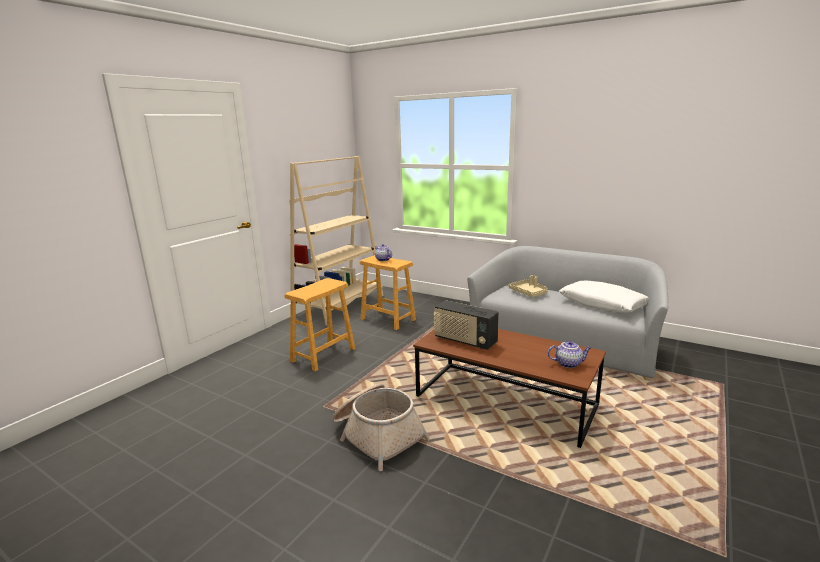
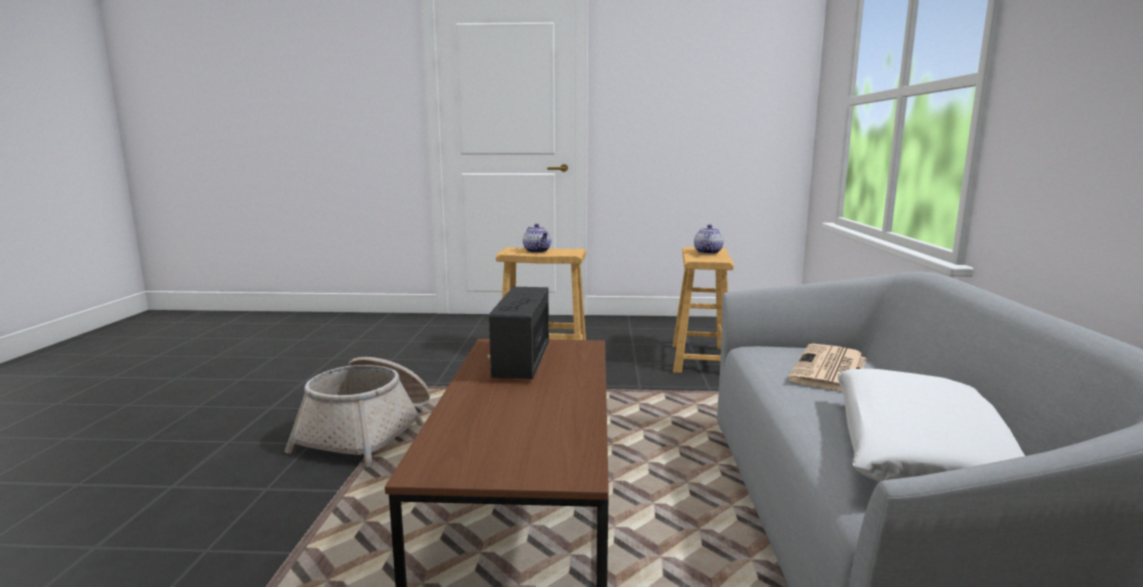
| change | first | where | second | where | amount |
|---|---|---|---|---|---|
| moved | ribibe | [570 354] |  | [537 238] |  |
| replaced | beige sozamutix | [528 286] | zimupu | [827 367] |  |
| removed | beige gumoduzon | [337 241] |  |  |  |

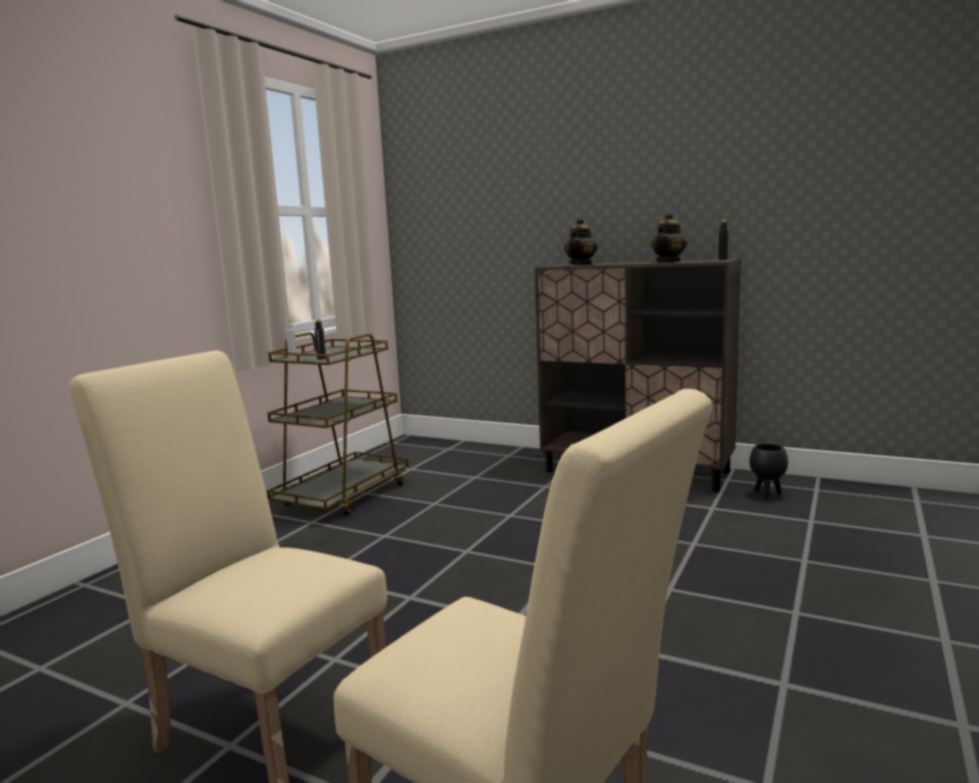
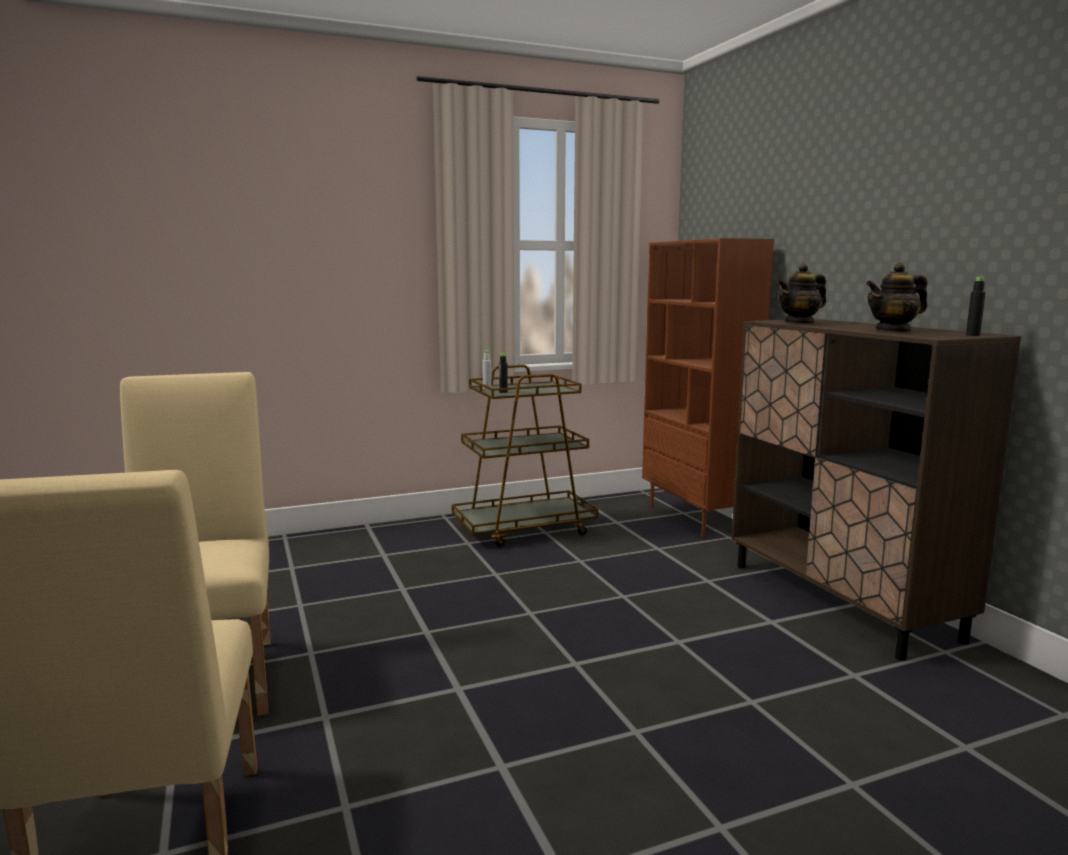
| change | first | where | second | where | amount |
|---|---|---|---|---|---|
| added |  |  | brown gumoduzon | [708 387] |  |
| removed | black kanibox | [768 471] |  |  |  |

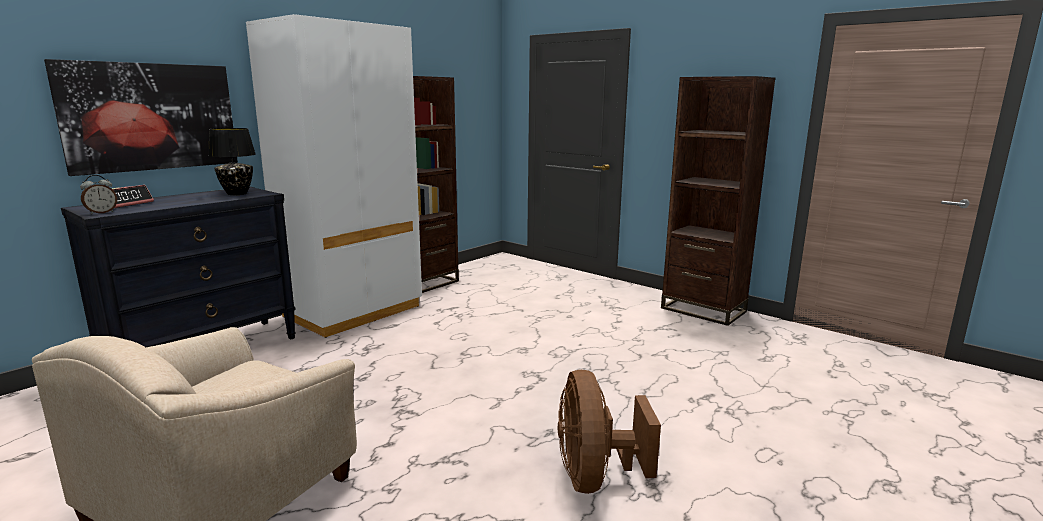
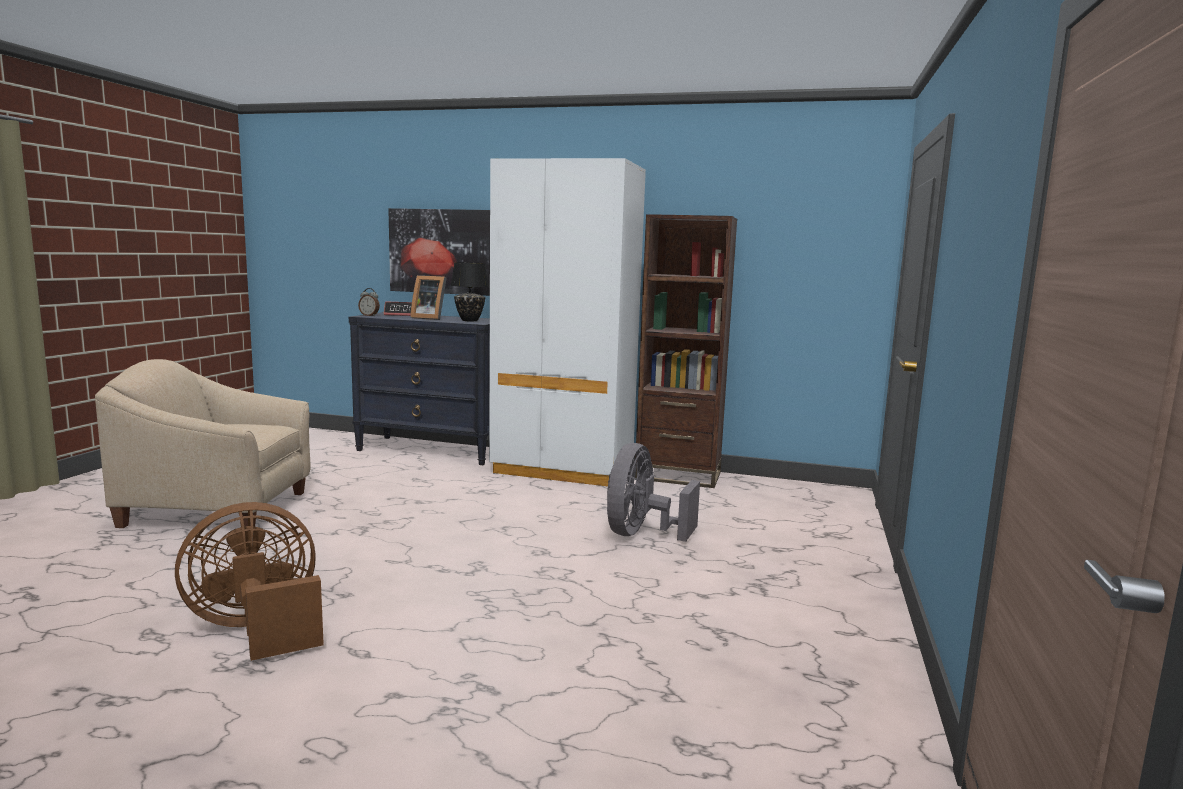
| change | first | where | second | where | amount |
|---|---|---|---|---|---|
| added |  |  | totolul | [428 297] |  |
| added |  |  | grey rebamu | [653 492] |  |
| removed | brown gumoduzon | [718 201] |  |  |  |

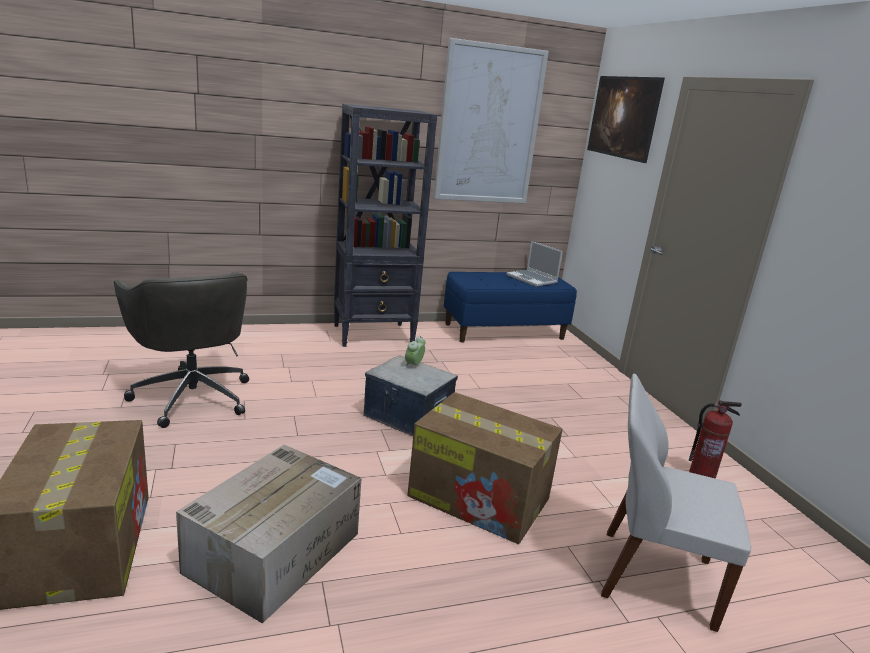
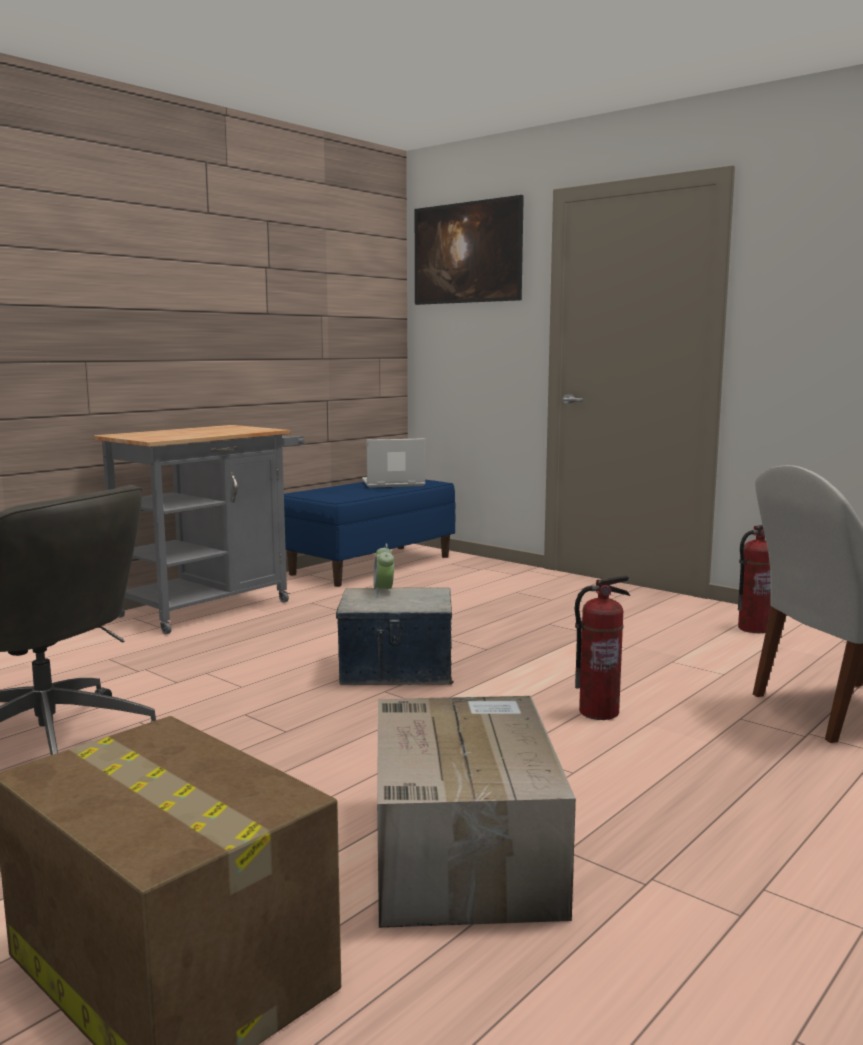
| change | first | where | second | where | amount |
|---|---|---|---|---|---|
| replaced | black gumoduzon | [386 225] | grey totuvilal | [199 529] |  |
| turned | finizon | [534 264] |  | [394 463] | 150 degrees clockwise |
| replaced | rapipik | [485 468] | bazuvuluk | [602 647] |  |
| removed | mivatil | [491 120] |  |  |  |

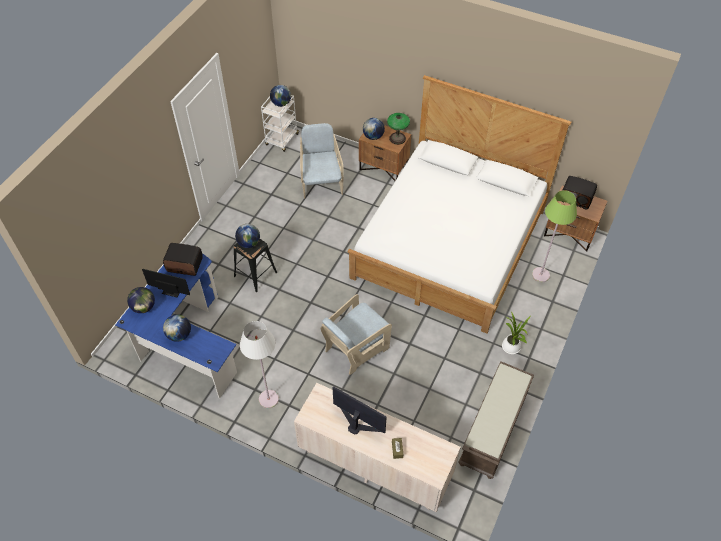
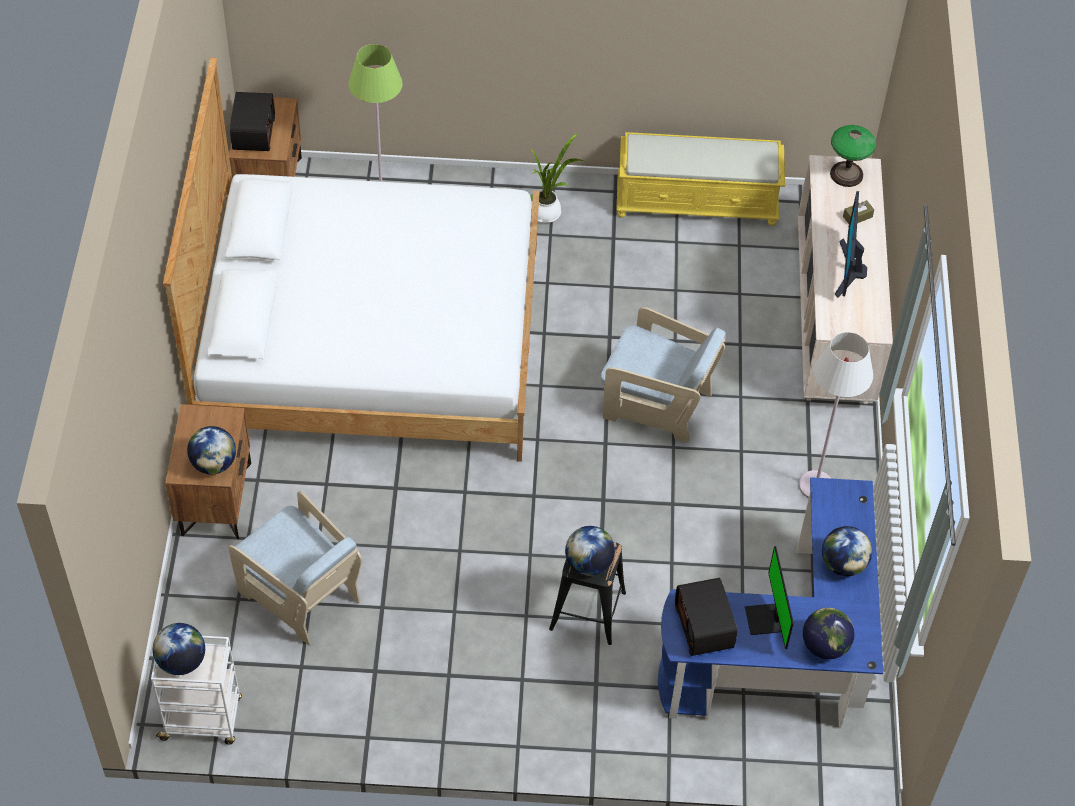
| change | first | where | second | where | amount |
|---|---|---|---|---|---|
| turned | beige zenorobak | [322 161] |  | [295 568] | 105 degrees counterclockwise |
| recoloured | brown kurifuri | [496 420] | yellow kurifuri | [700 179] |  |
| moved | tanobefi | [398 129] |  | [853 156] |  |

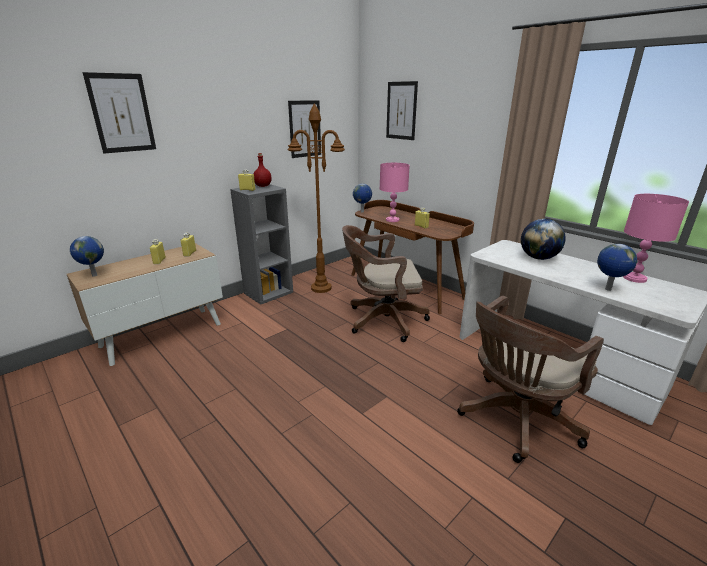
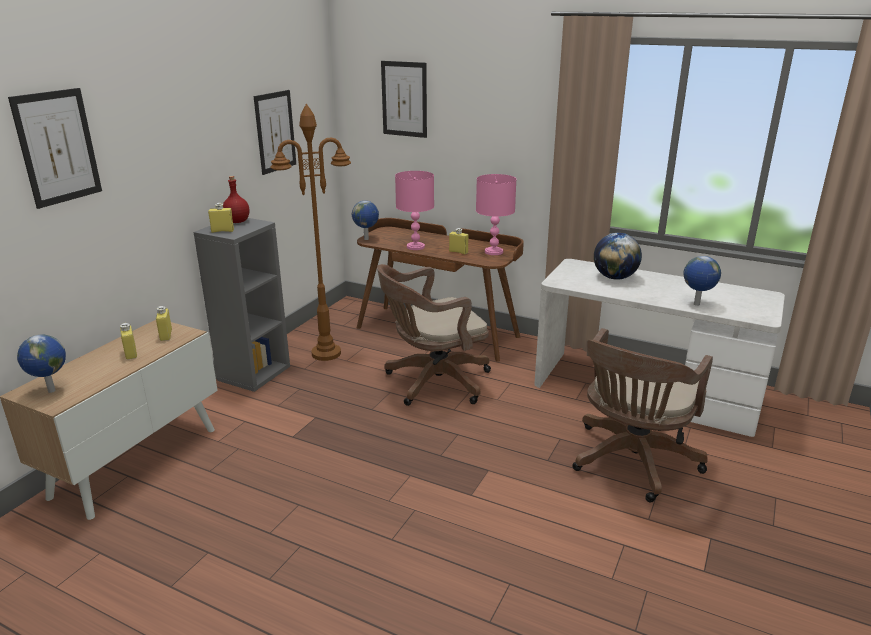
| change | first | where | second | where | amount |
|---|---|---|---|---|---|
| moved | pink tanobefi | [656 238] |  | [496 214] |  |

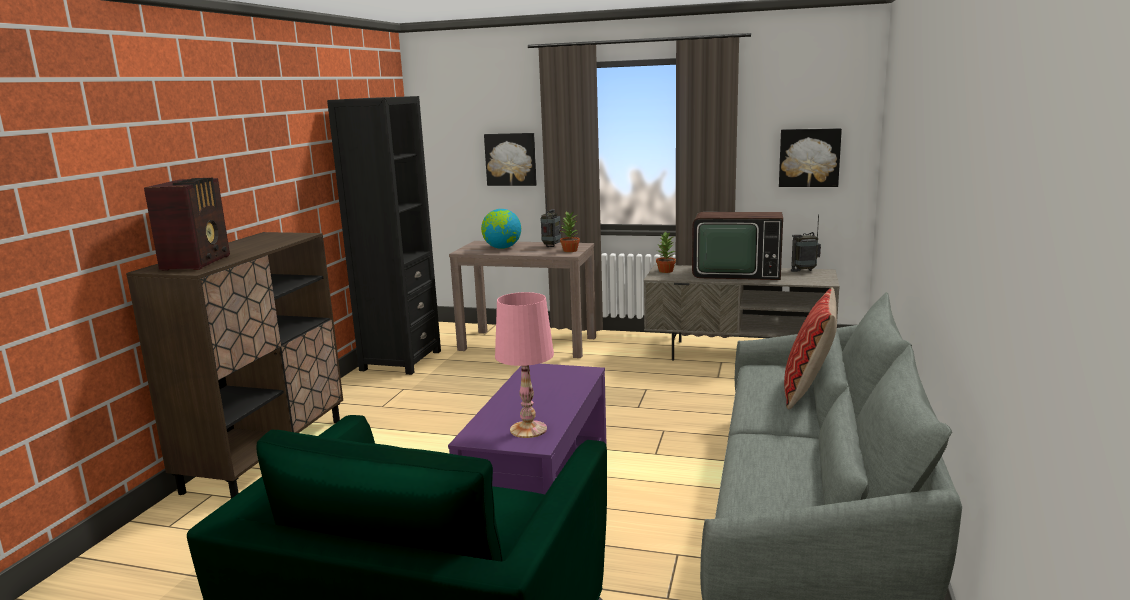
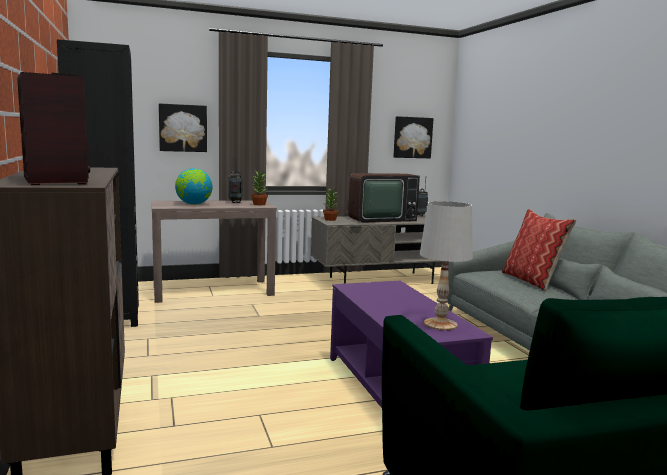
| change | first | where | second | where | amount |
|---|---|---|---|---|---|
| recoloured | pink tanobefi | [524 365] | white tanobefi | [446 265] |  |

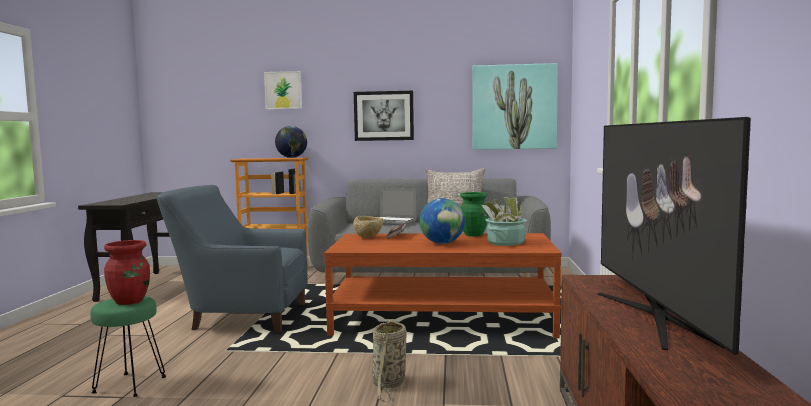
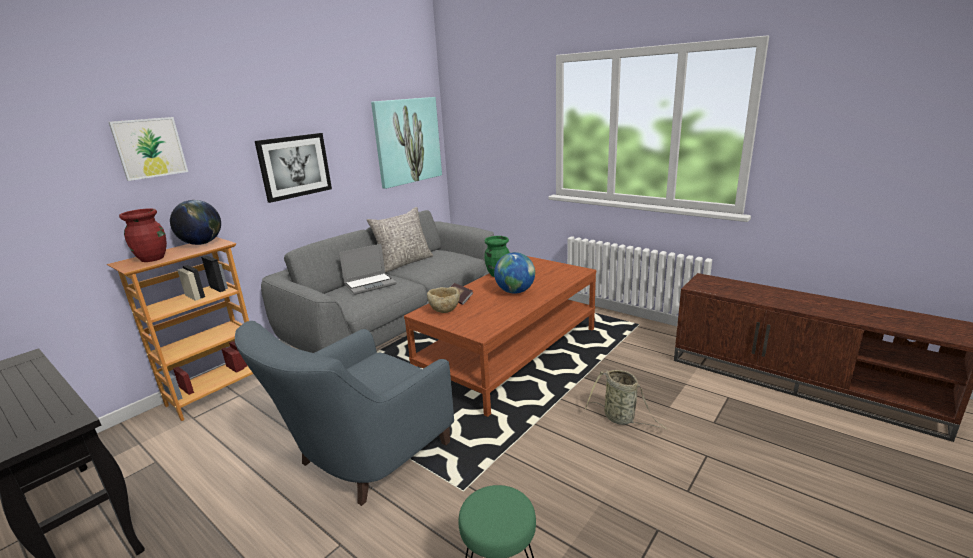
| change | first | where | second | where | amount |
|---|---|---|---|---|---|
| moved | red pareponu | [127 272] |  | [143 235] |  |
| removed | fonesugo | [504 221] |  |  |  |
| removed | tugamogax | [674 236] |  |  |  |

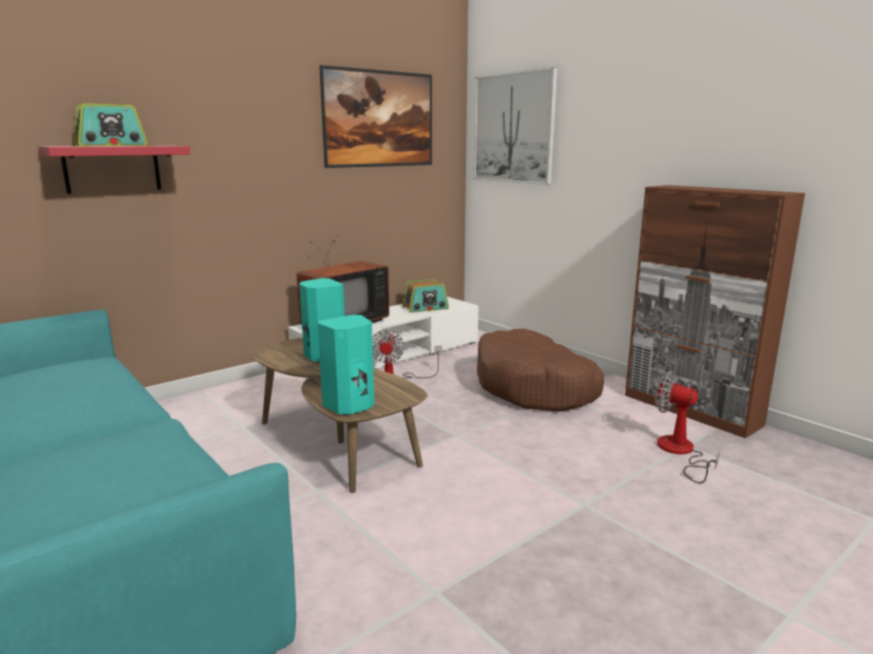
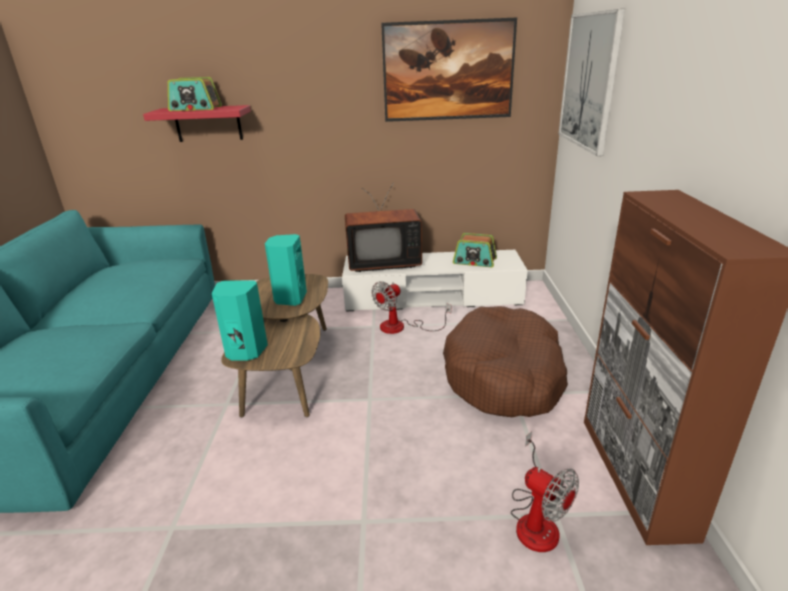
| change | first | where | second | where | amount |
|---|---|---|---|---|---|
| turned | rebamu | [687 427] |  | [545 491] | 150 degrees clockwise |

